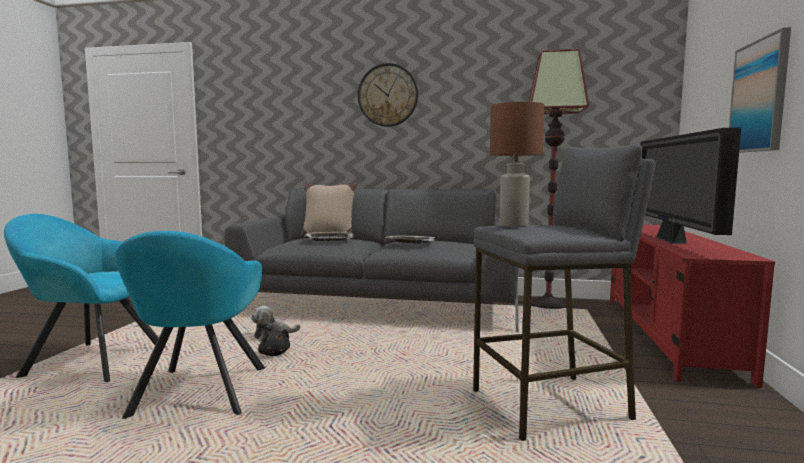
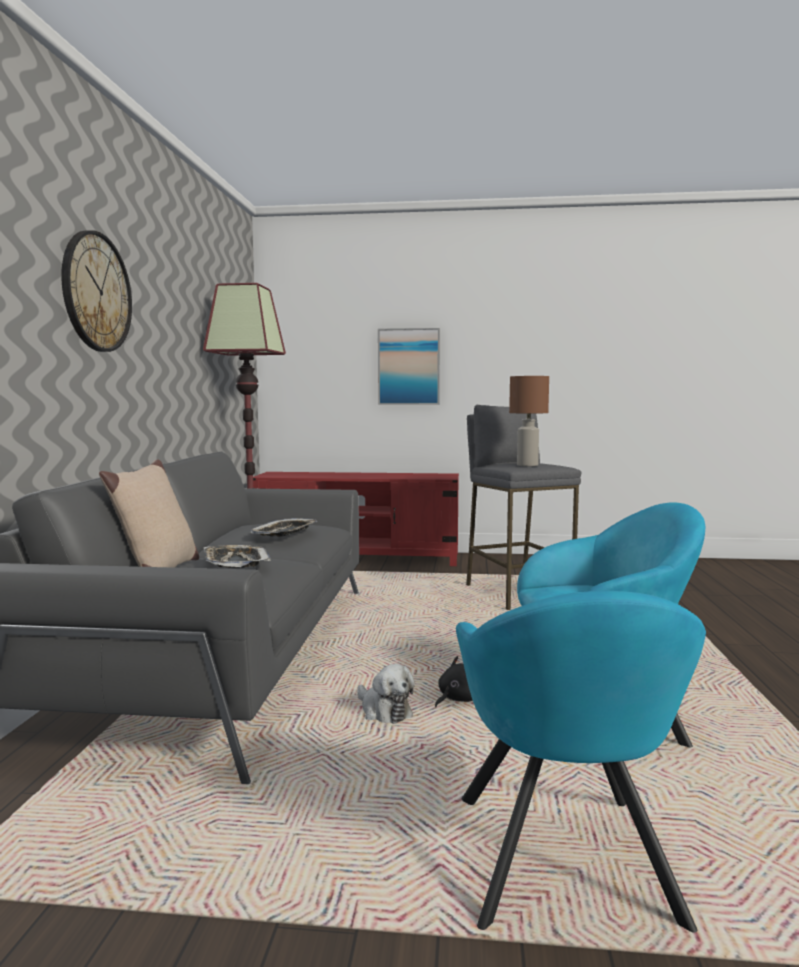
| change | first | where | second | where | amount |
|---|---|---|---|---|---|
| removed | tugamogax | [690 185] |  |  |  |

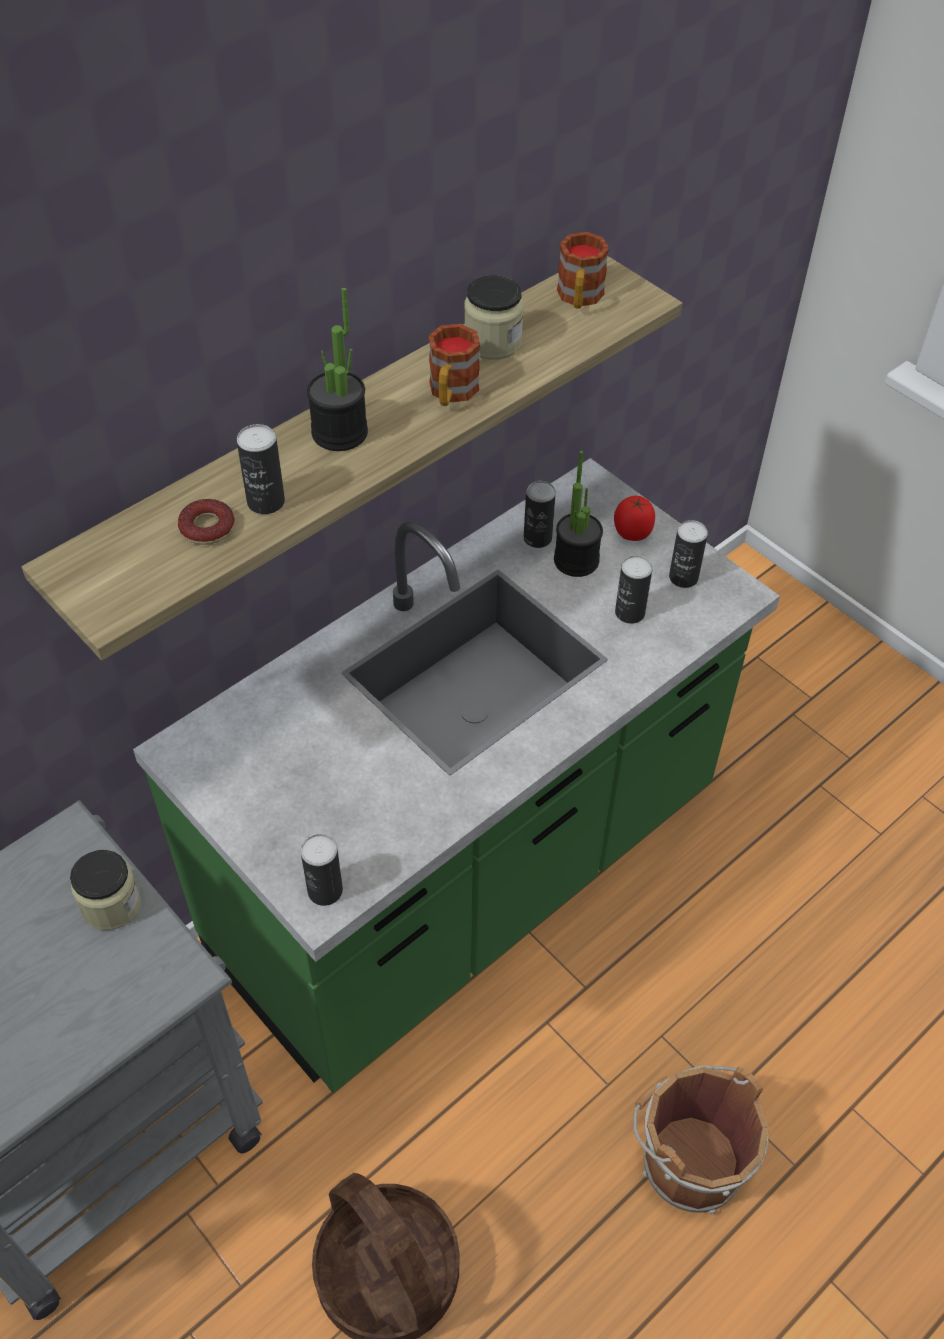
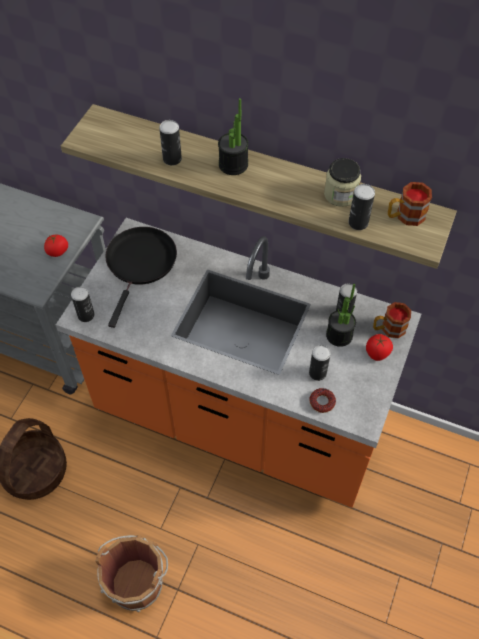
| change | first | where | second | where | amount |
|---|---|---|---|---|---|
| replaced | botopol | [105 890] | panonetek | [56 246] |  |
| recoloured | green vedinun | [456 775] | orange vedinun | [238 363] |  |
| added |  |  | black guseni | [141 277] |  |
| moved | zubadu | [206 522] |  | [322 400] |  |
| moved | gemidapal | [688 554] |  | [361 207] |  |
| moved | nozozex | [454 365] |  | [392 320] |  |

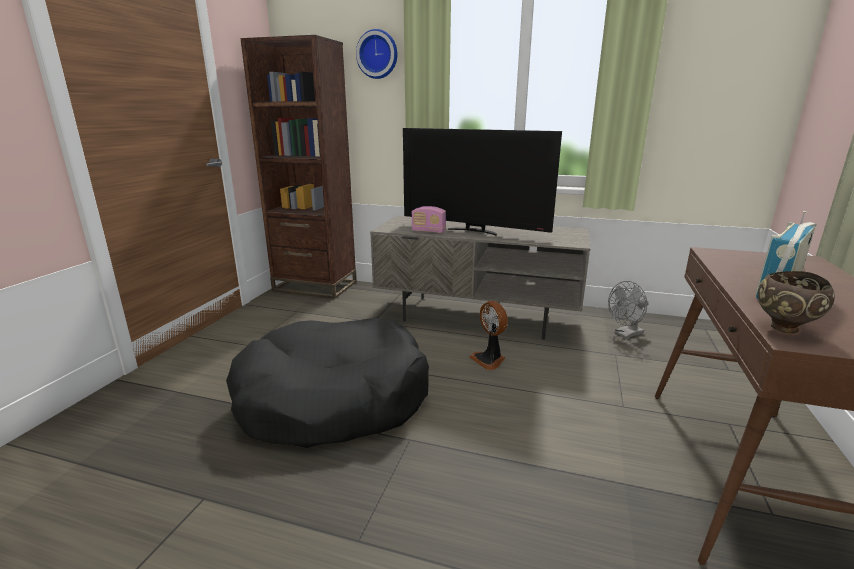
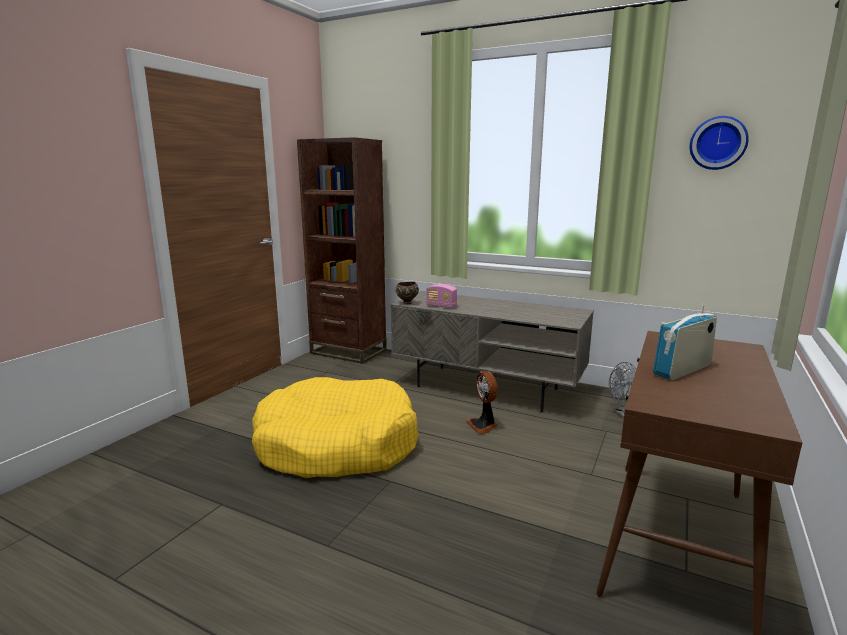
| change | first | where | second | where | amount |
|---|---|---|---|---|---|
| recoloured | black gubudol | [327 382] | yellow gubudol | [335 427] |  |
| moved | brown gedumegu | [796 302] |  | [407 293] |  |
| moved | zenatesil | [377 54] |  | [719 143] |  |
| removed | tugamogax | [482 181] |  |  |  |

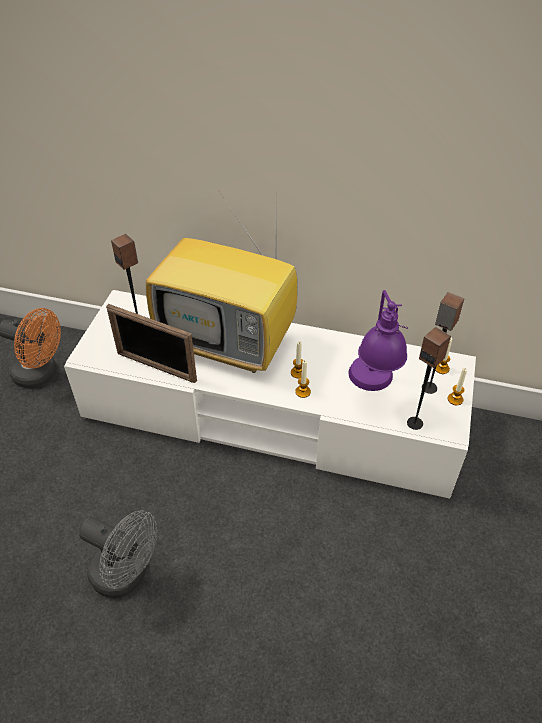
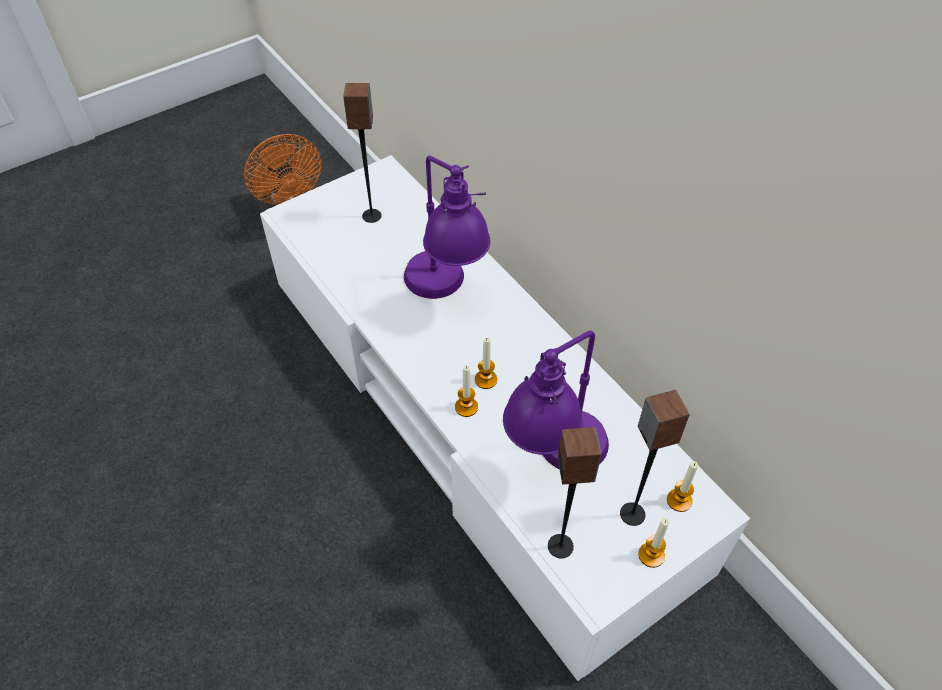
| change | first | where | second | where | amount |
|---|---|---|---|---|---|
| replaced | tugamogax | [221 284] | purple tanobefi | [447 227] |  |
| removed | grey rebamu | [118 554] |  |  |  |
| removed | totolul | [151 343] |  |  |  |

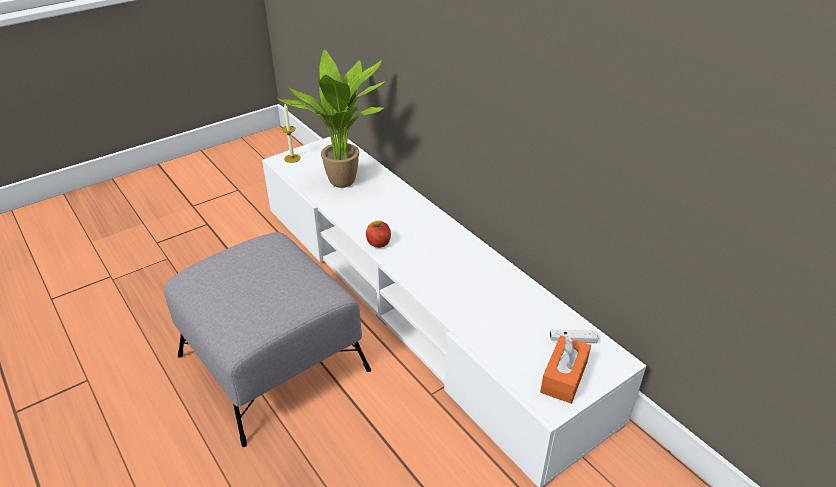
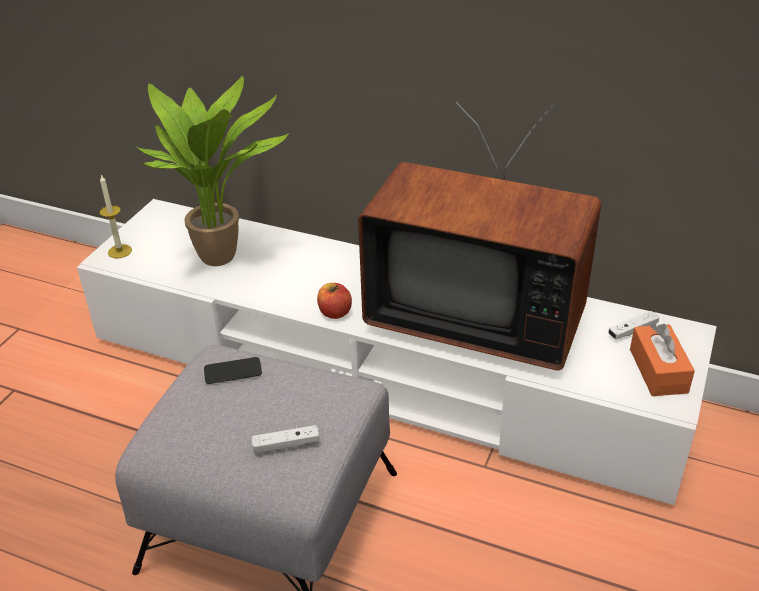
| change | first | where | second | where | amount |
|---|---|---|---|---|---|
| added |  |  | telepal | [233 370] |  |
| added |  |  | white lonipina | [285 439] |  |
| added |  |  | tugamogax | [479 236] |  |

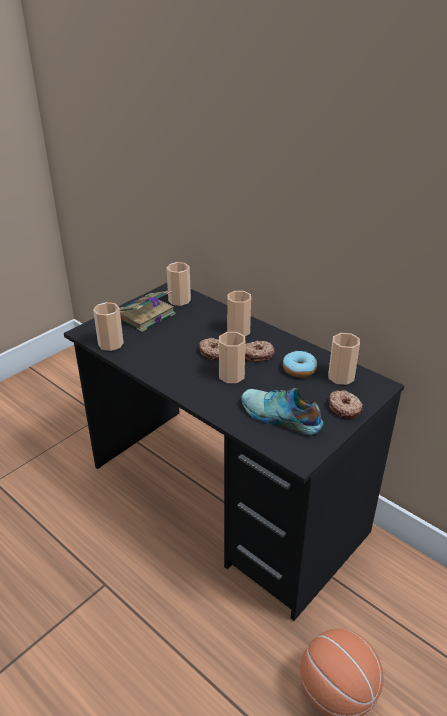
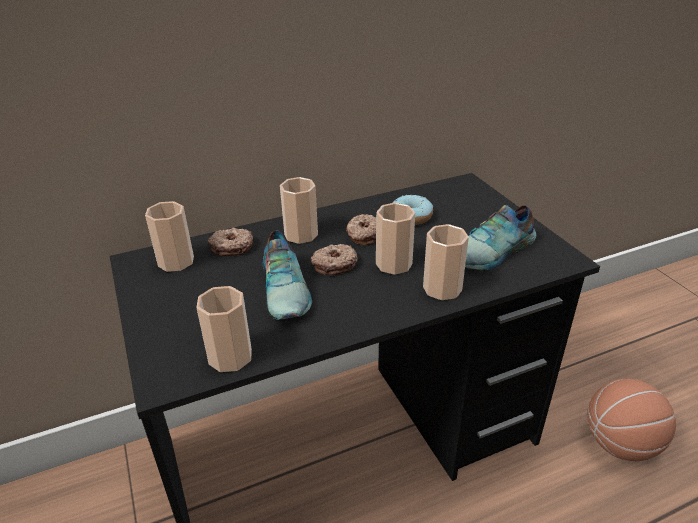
| change | first | where | second | where | amount |
|---|---|---|---|---|---|
| moved | zubadu | [346 404] |  | [230 241] |  |
| added |  |  | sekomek | [287 275] |  |
| moved | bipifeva | [344 359] |  | [446 262] |  |
| removed | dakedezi | [148 311] |  |  |  |

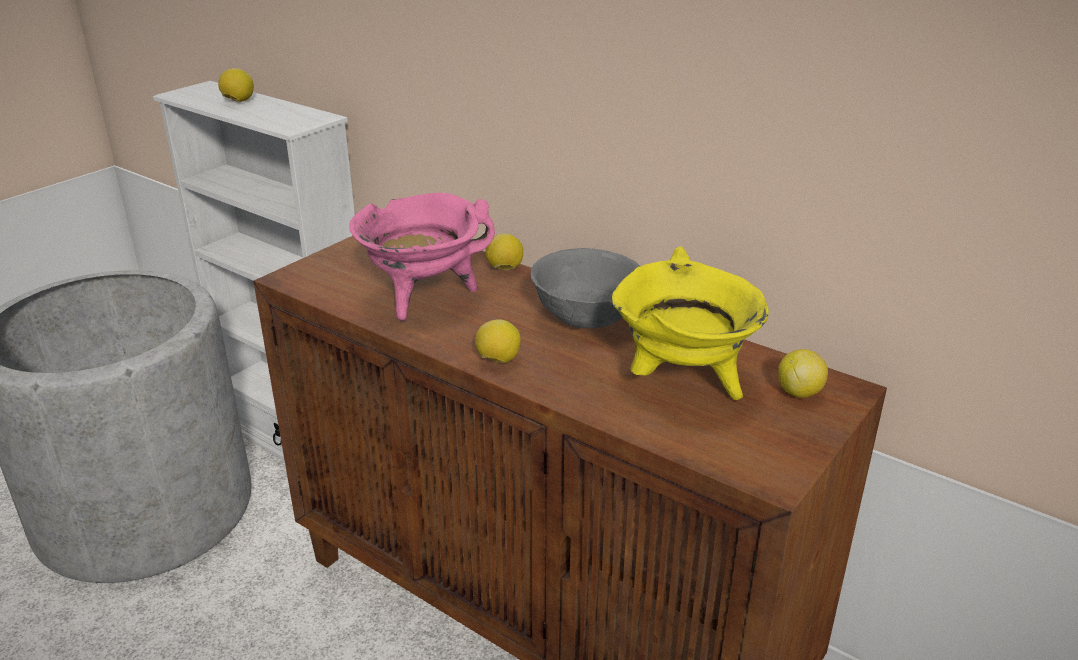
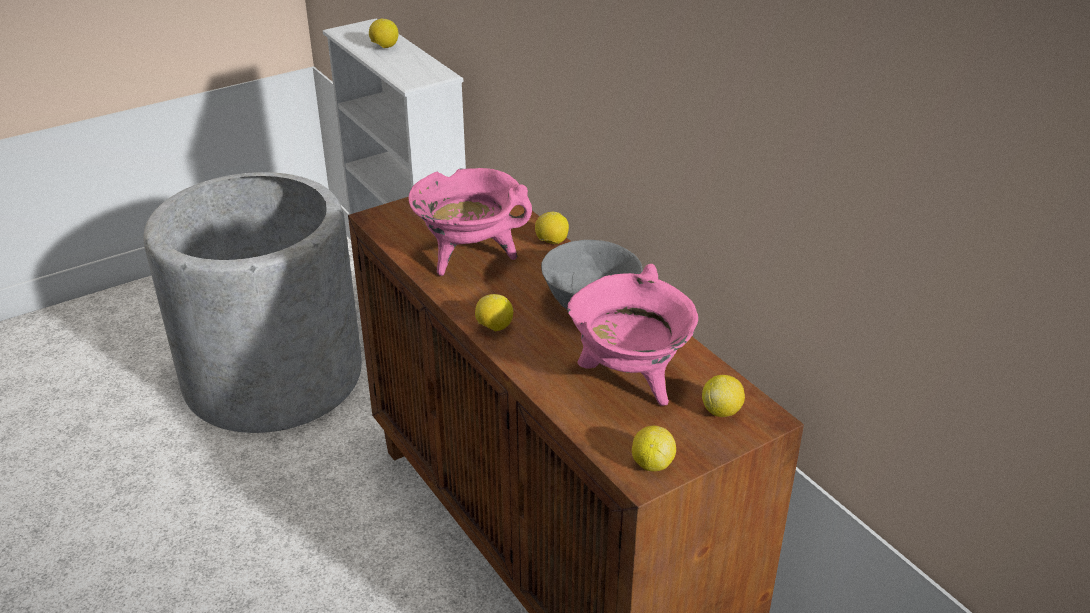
| change | first | where | second | where | amount |
|---|---|---|---|---|---|
| recoloured | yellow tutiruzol | [690 323] | pink tutiruzol | [632 335] |  |
| added |  |  | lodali | [654 448] |  |

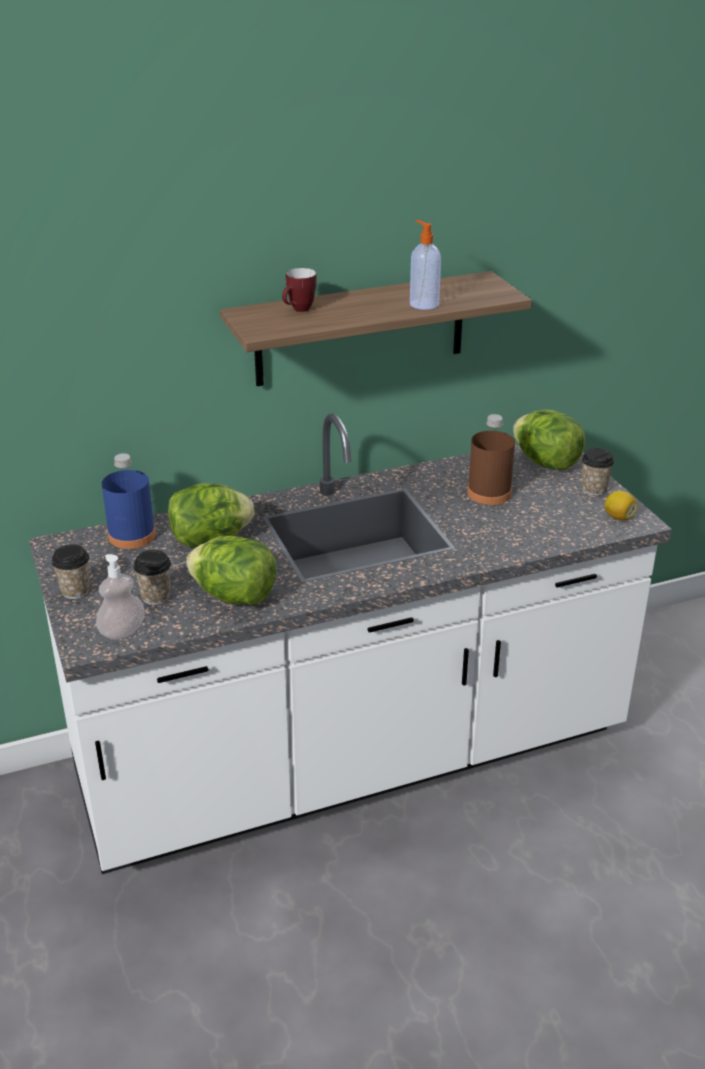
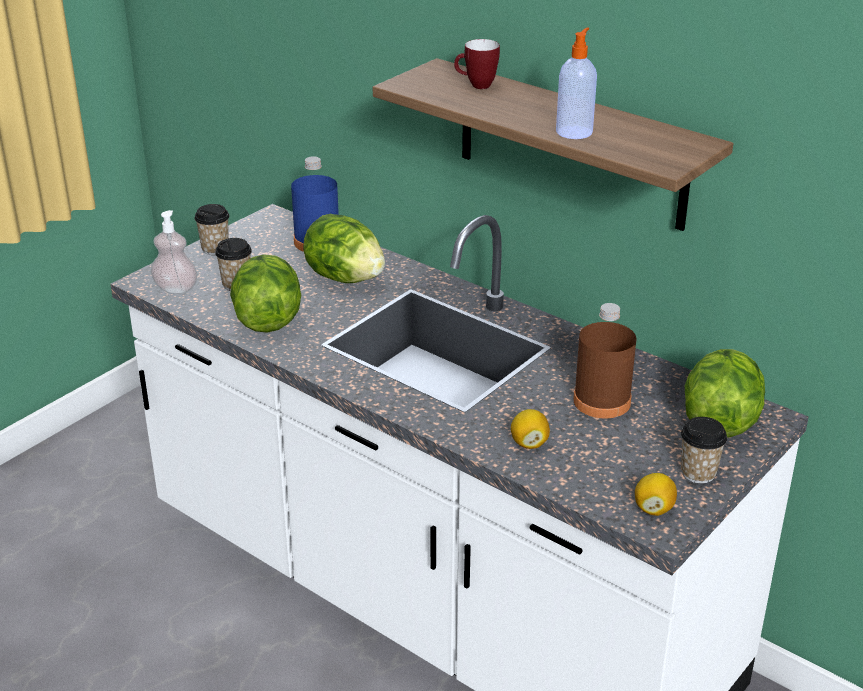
| change | first | where | second | where | amount |
|---|---|---|---|---|---|
| added |  |  | lodali | [530 429] |  |

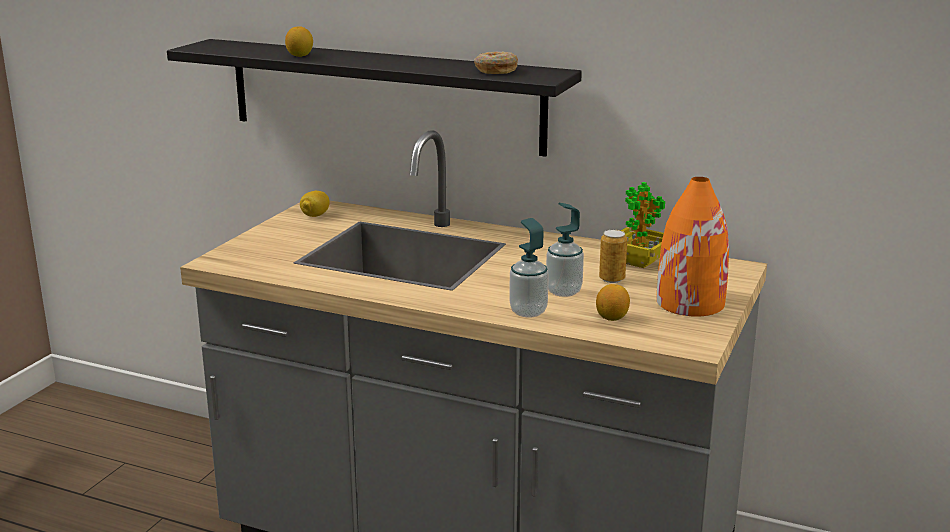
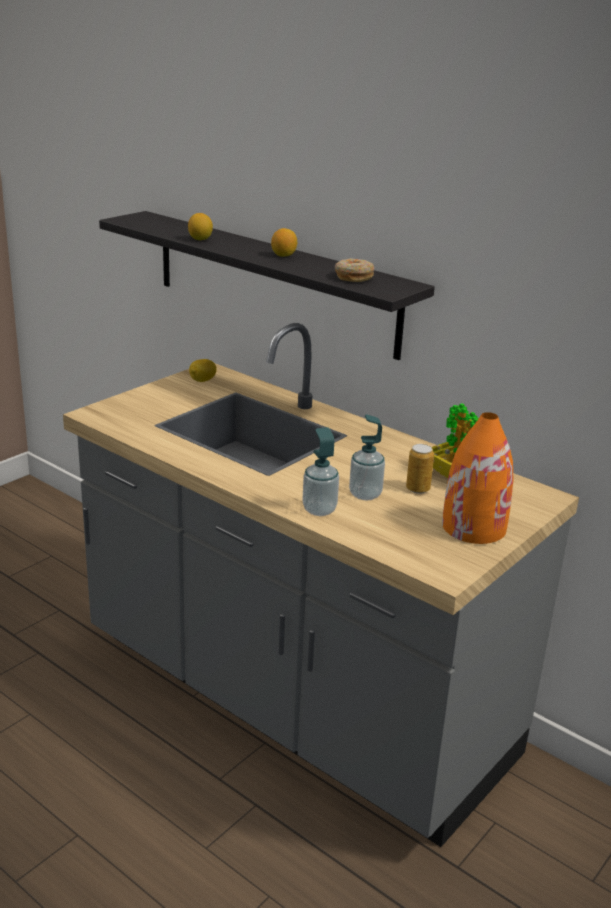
| change | first | where | second | where | amount |
|---|---|---|---|---|---|
| moved | lodali | [613 302] |  | [284 242] |  |

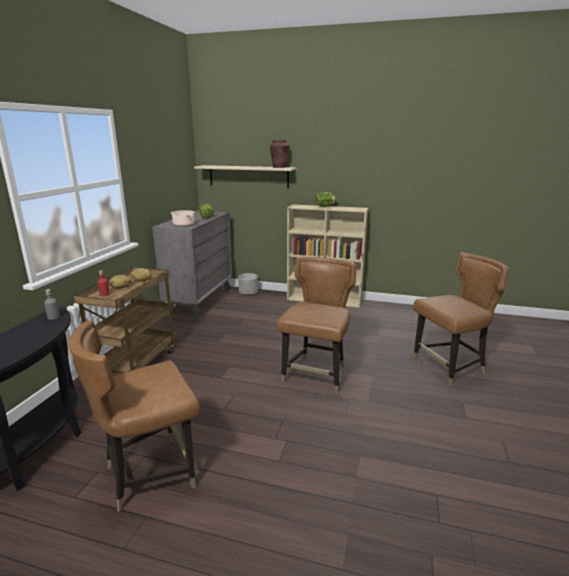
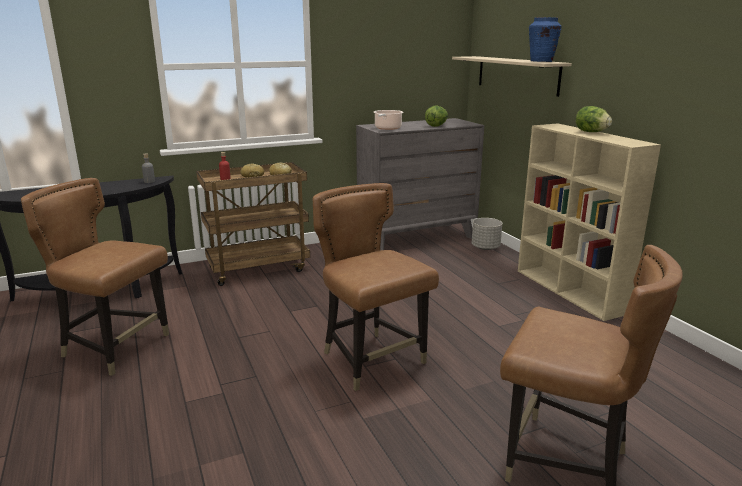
| change | first | where | second | where | amount |
|---|---|---|---|---|---|
| turned | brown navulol | [316 325] |  | [376 287] | 105 degrees counterclockwise |
| recoloured | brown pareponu | [279 154] | blue pareponu | [545 39] |  |

